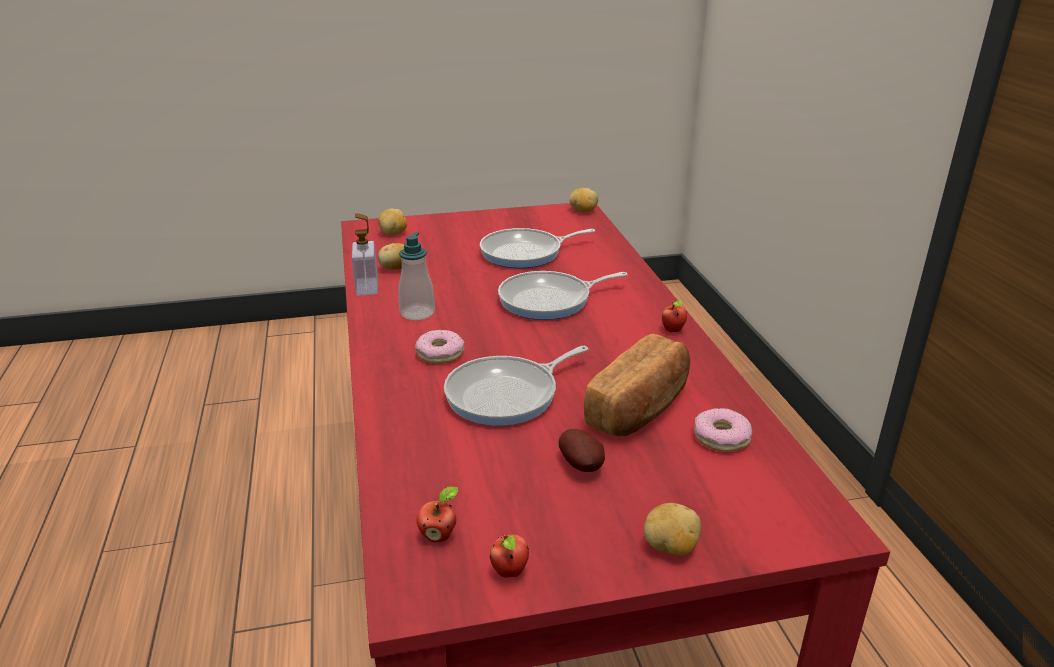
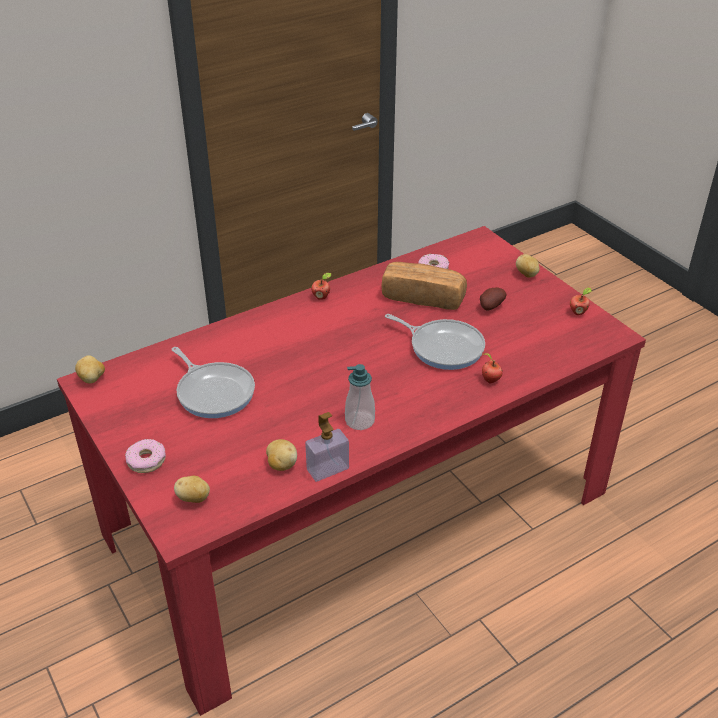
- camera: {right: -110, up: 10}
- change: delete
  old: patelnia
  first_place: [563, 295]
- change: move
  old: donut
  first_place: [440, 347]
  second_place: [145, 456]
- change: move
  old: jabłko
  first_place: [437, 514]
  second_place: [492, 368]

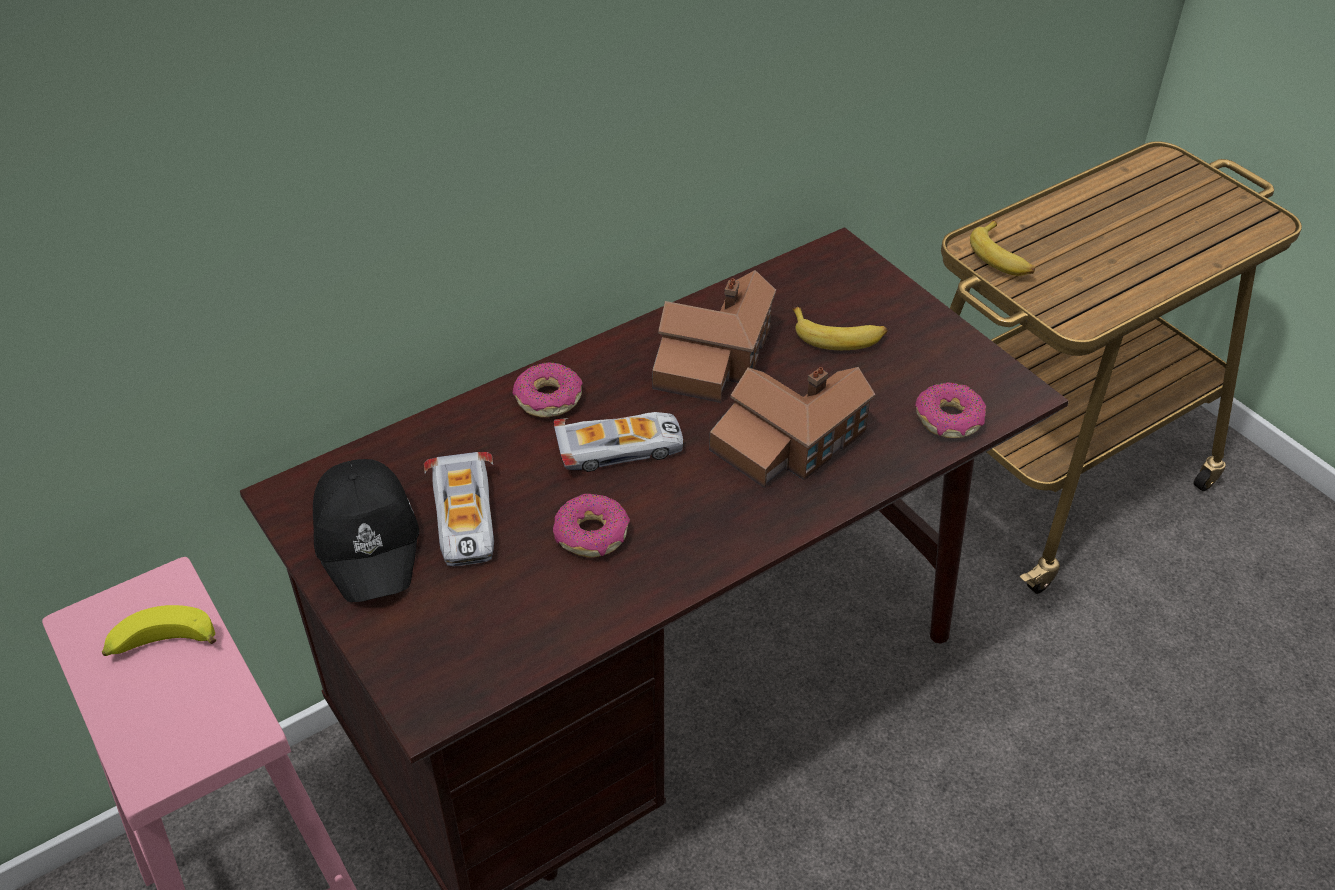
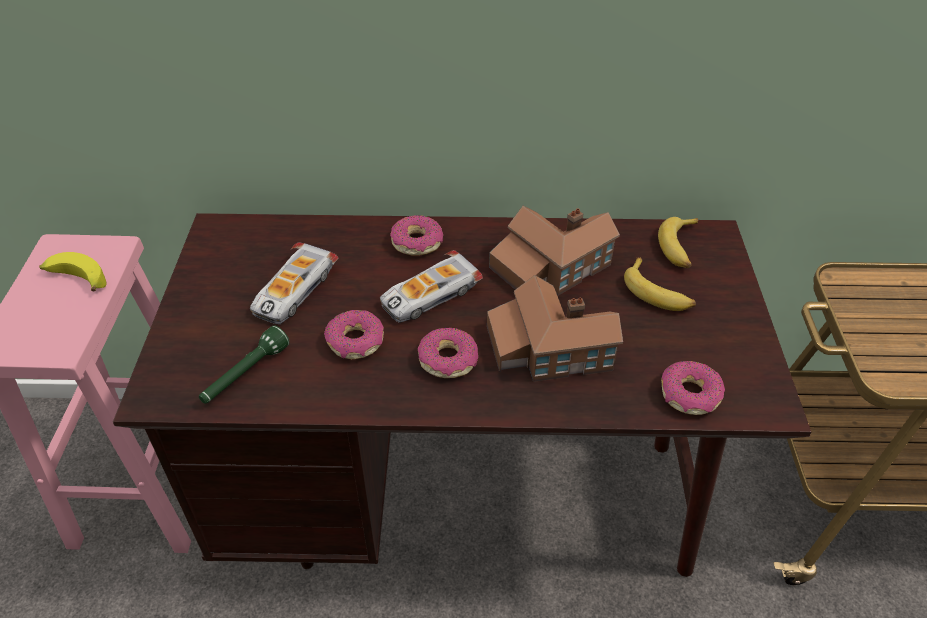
- camera: {right: 35, up: 0}
- change: delete
  old: czapka z daszkiem/czarny
  first_place: [366, 530]
- change: insert
  new: latarka/zielony
  second_place: [244, 364]
- change: insert
  new: donut
  second_place: [448, 353]
- change: move
  old: banan
  first_place: [1002, 248]
  second_place: [678, 242]
- change: rotate
  old: samochodzik
  first_place: [618, 442]
  second_place: [431, 286]
  degrees: 120

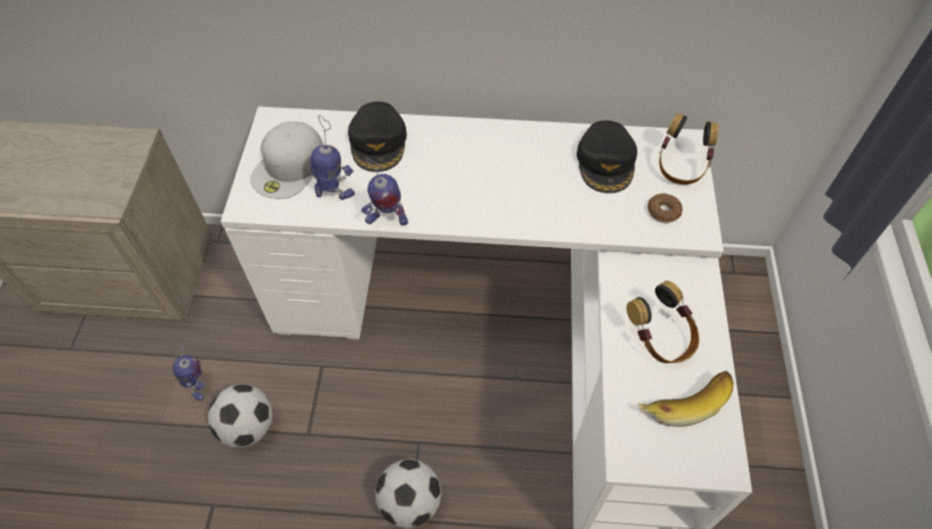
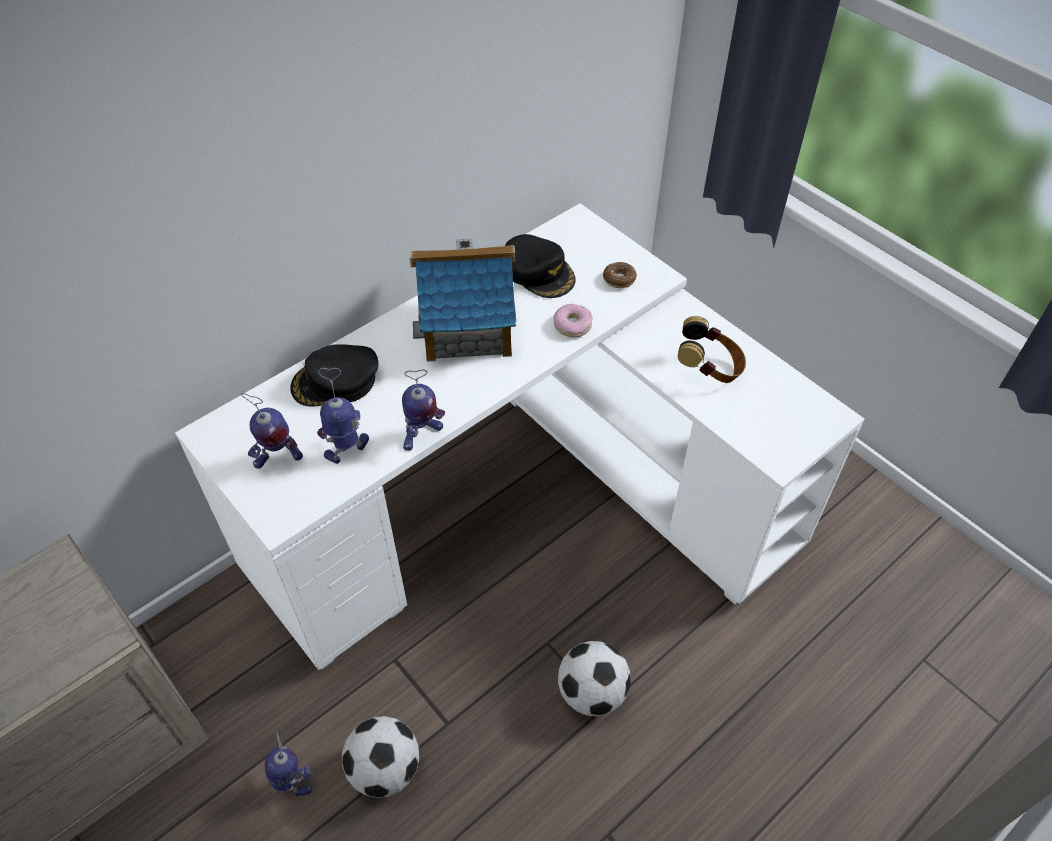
- camera: {right: -45, up: -5}
- change: delete
  old: banan
  first_place: [686, 399]
- change: delete
  old: słuchawki
  first_place: [688, 149]
- change: insert
  new: domek
  second_place: [463, 300]
- change: insert
  new: donut
  second_place: [573, 320]
- change: replace
  old: czapka z daszkiem/biały
  new: robot zabawkowy
  first_place: [286, 160]
  second_place: [272, 431]
- change: rotate
  old: czapka z daszkiem/czarny
  first_place: [377, 136]
  second_place: [334, 375]
  degrees: 120

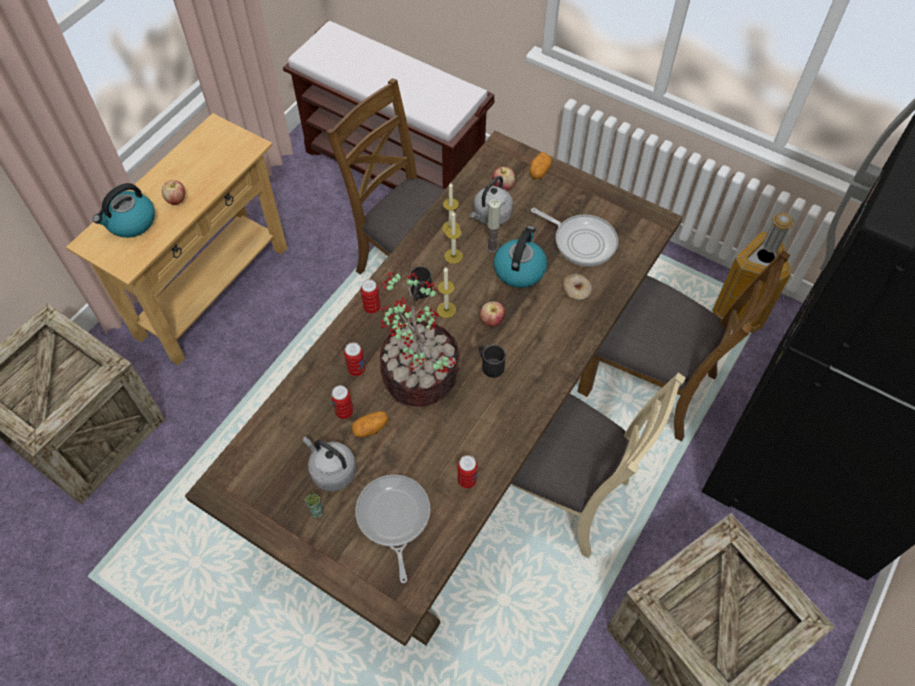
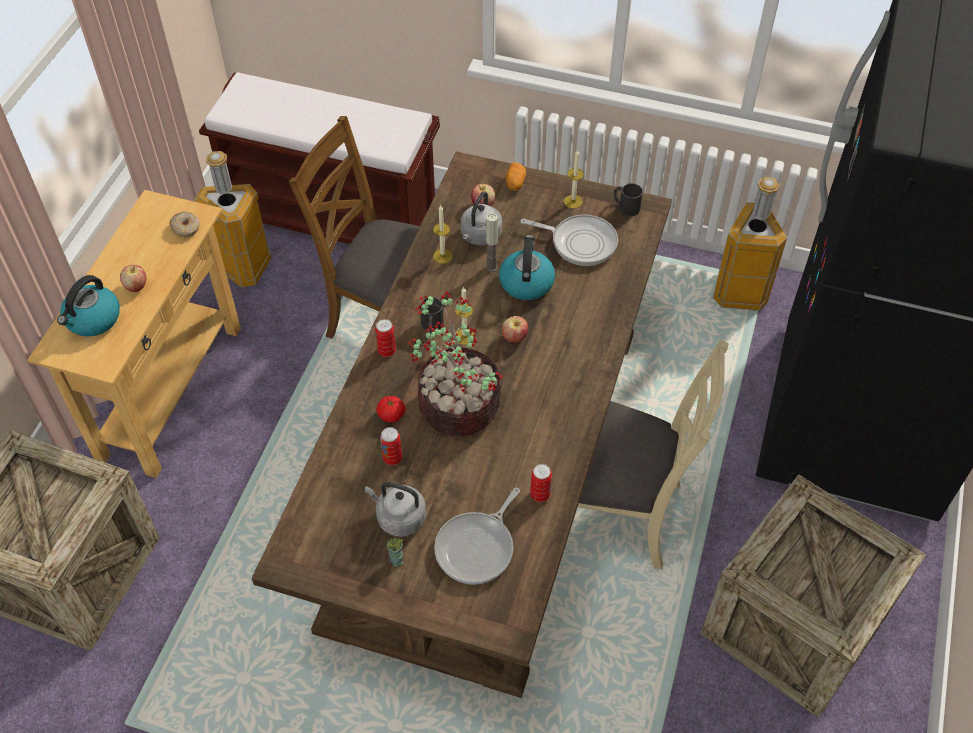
- camera: {right: -15, up: -5}
- change: delete
  old: ziemniak
  first_place: [370, 424]
- change: delete
  old: krzesło/brązowy
  first_place: [683, 346]
- change: insert
  new: kosz na śmieci
  second_place: [232, 219]
- change: move
  old: świeca
  first_place: [453, 237]
  second_place: [574, 179]
- change: move
  old: kubek/czarny
  first_place: [492, 361]
  second_place: [628, 199]
- change: move
  old: donut
  first_place: [577, 287]
  second_place: [184, 224]
- change: replace
  old: puszka
  new: pomidor
  first_place: [354, 359]
  second_place: [390, 409]
- change: rotate
  old: patelnia
  first_place: [392, 529]
  second_place: [477, 536]
  degrees: -120

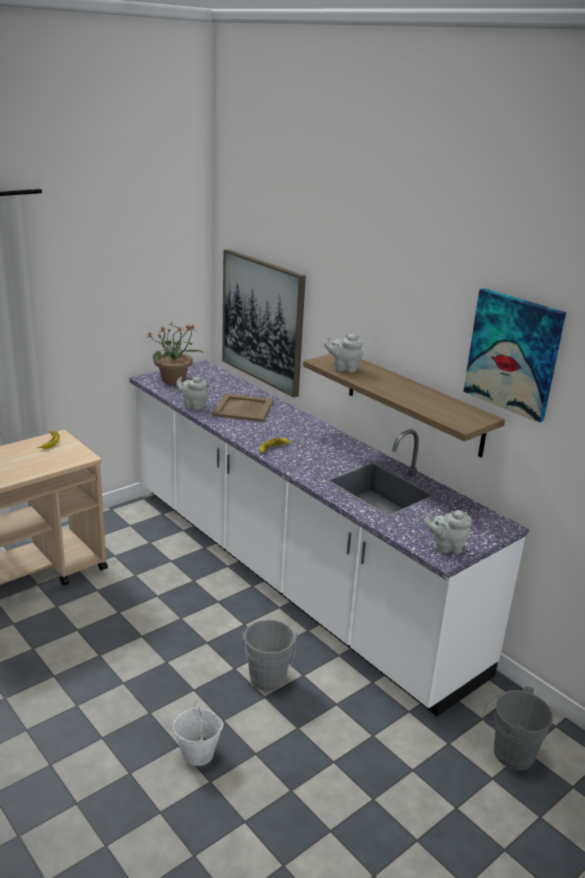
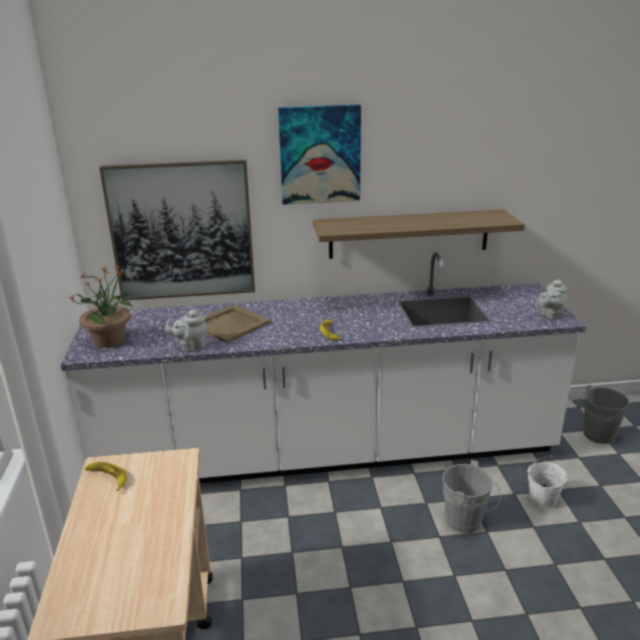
- camera: {right: -55, up: 0}
- change: delete
  old: imbryk/szary
  first_place: [343, 353]
- change: move
  old: wiadro/biały
  first_place: [198, 733]
  second_place: [547, 482]
- change: move
  old: obraz
  first_place: [514, 355]
  second_place: [319, 154]

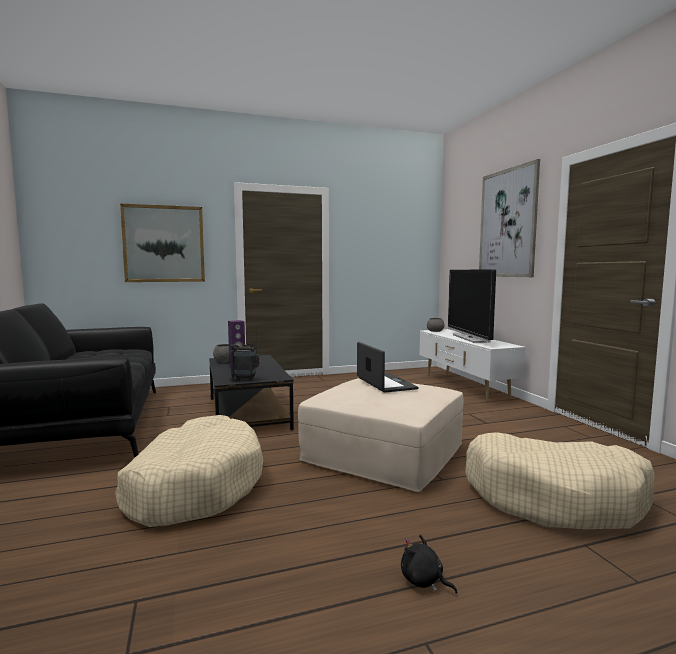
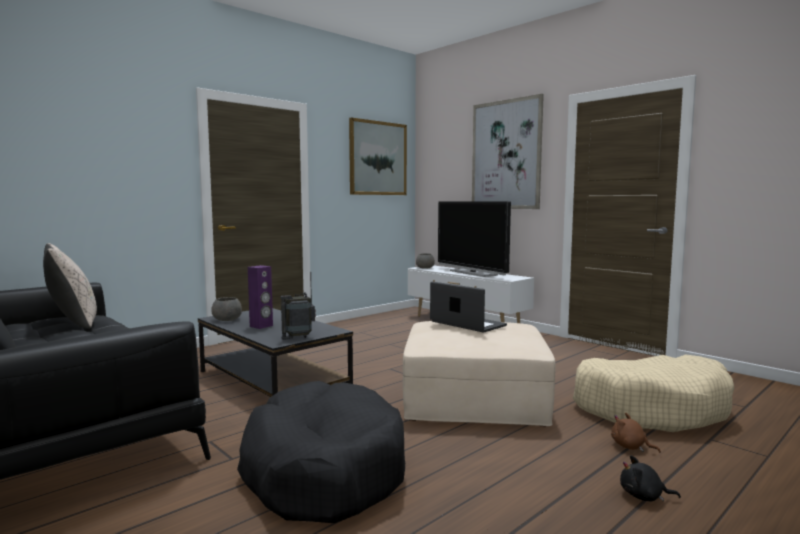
- camera: {right: -25, up: 0}
- change: insert
  new: poduszka/beżowy
  second_place: [70, 286]
- change: insert
  new: pluszak/brązowy
  second_place: [636, 433]
- change: move
  old: obraz
  first_place: [162, 242]
  second_place: [378, 156]
- change: recolor
  old: legowisko/beżowy
  new: legowisko/czarny
  first_place: [189, 471]
  second_place: [321, 452]

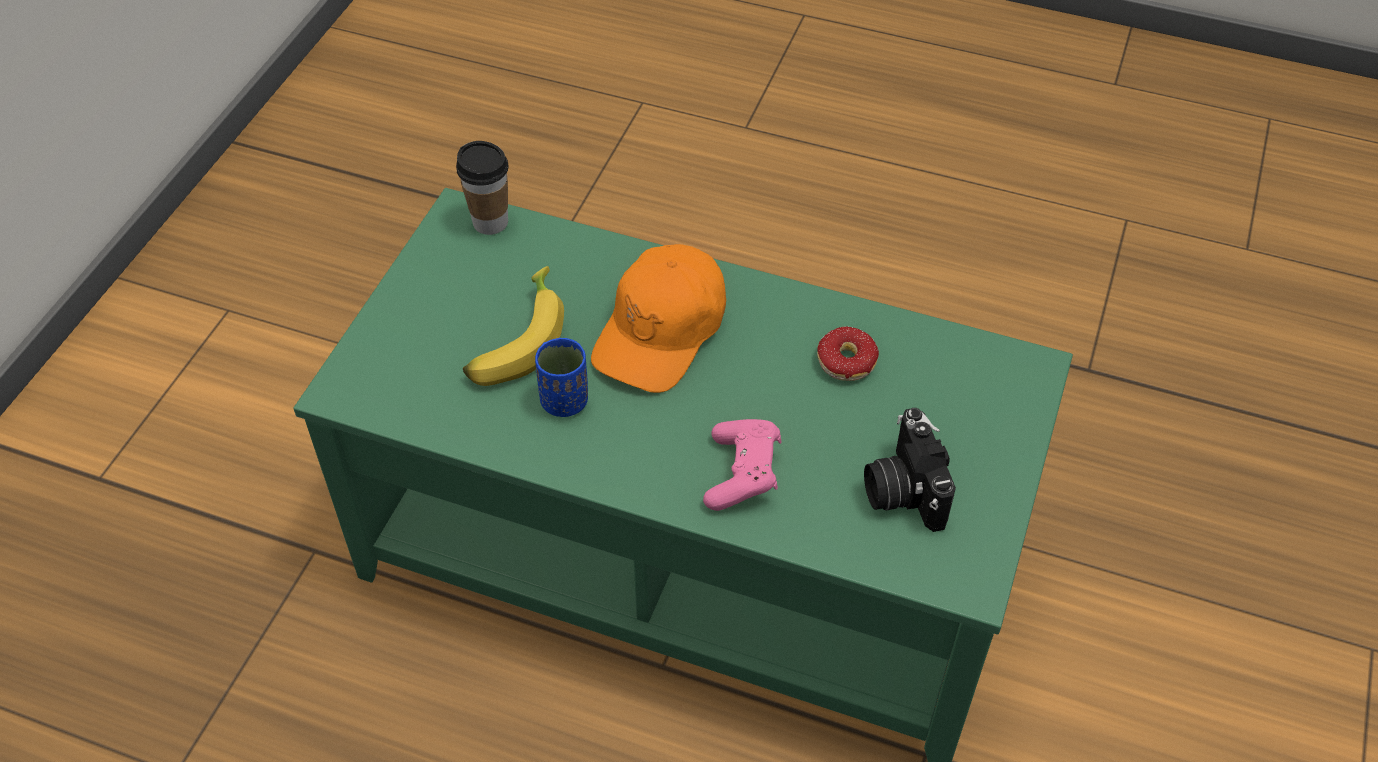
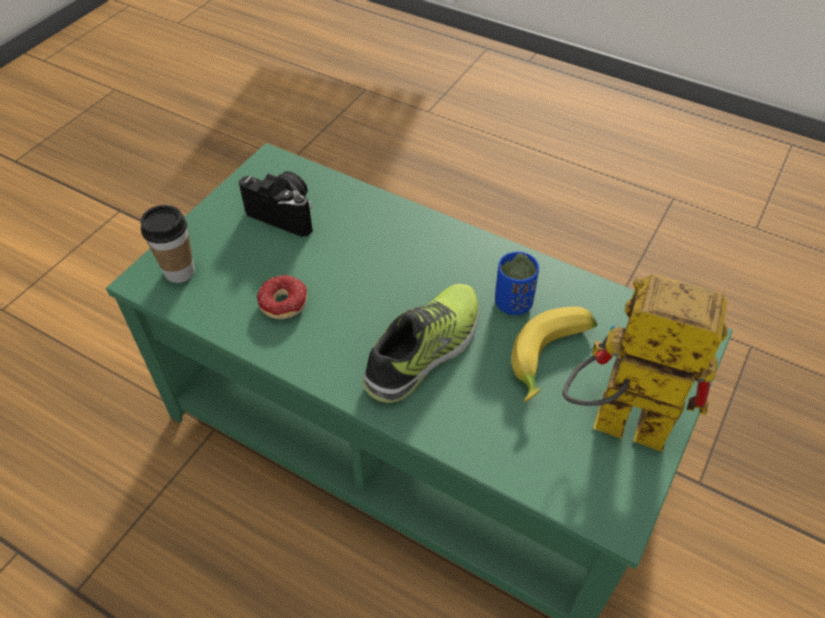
- camera: {right: -170, up: 0}
- change: delete
  old: pad do gier/różowy
  first_place: [742, 465]
- change: insert
  new: robot zabawkowy
  second_place: [645, 363]
- change: move
  old: filiżanka
  first_place: [482, 188]
  second_place: [168, 244]
- change: replace
  old: czapka z daszkiem/pomarańczowy
  new: but
  first_place: [658, 318]
  second_place: [421, 343]
- change: rotate
  old: aparat fotograficzny
  first_place: [910, 470]
  second_place: [275, 204]
  degrees: -60

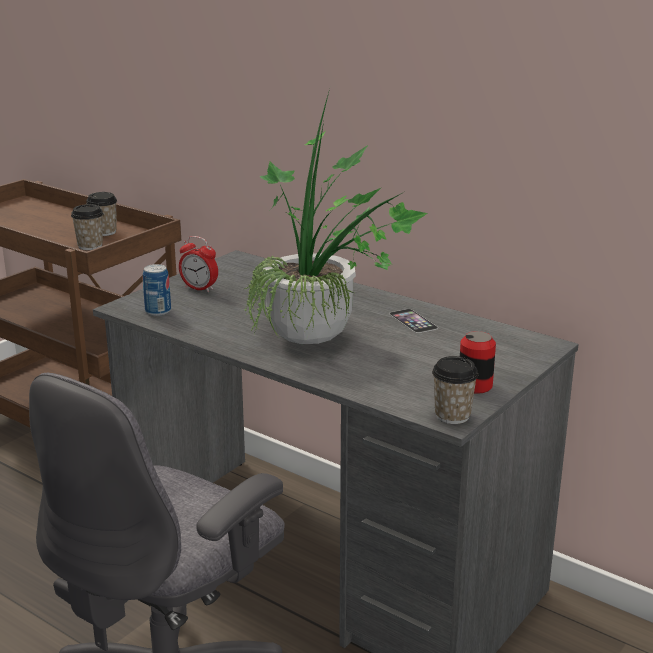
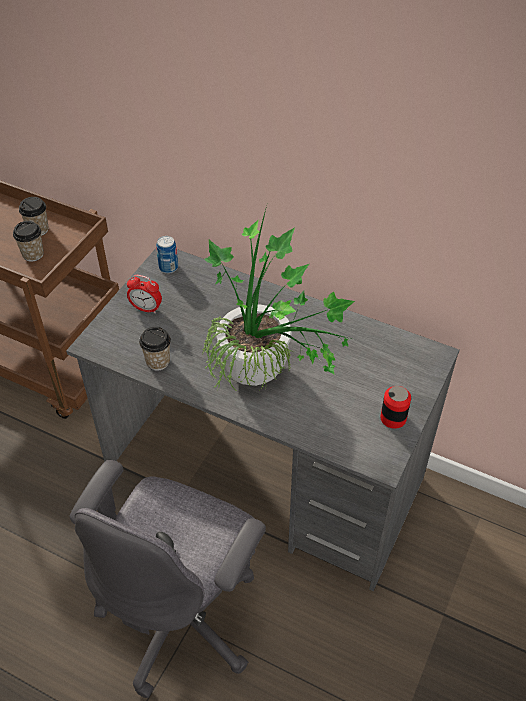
- camera: {right: -10, up: 25}
- change: delete
  old: telefon
  first_place: [413, 321]
- change: move
  old: puszka
  first_place: [157, 290]
  second_place: [167, 254]
- change: move
  old: filiżanka
  first_place: [455, 390]
  second_place: [155, 349]

